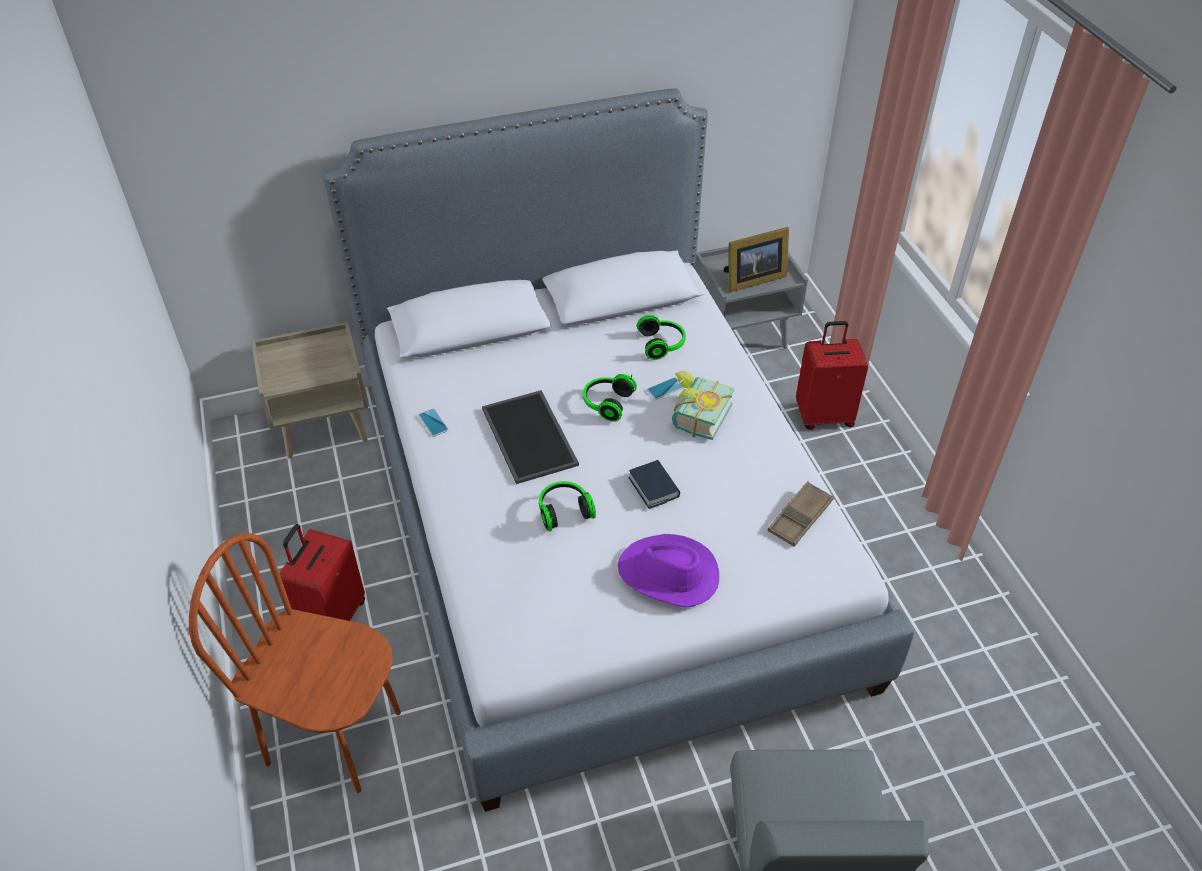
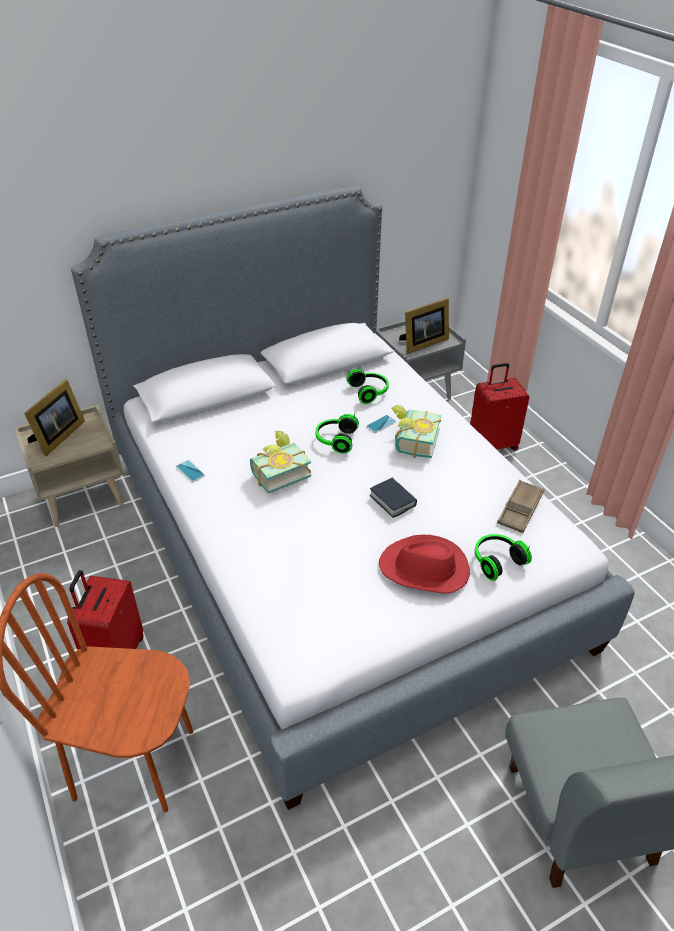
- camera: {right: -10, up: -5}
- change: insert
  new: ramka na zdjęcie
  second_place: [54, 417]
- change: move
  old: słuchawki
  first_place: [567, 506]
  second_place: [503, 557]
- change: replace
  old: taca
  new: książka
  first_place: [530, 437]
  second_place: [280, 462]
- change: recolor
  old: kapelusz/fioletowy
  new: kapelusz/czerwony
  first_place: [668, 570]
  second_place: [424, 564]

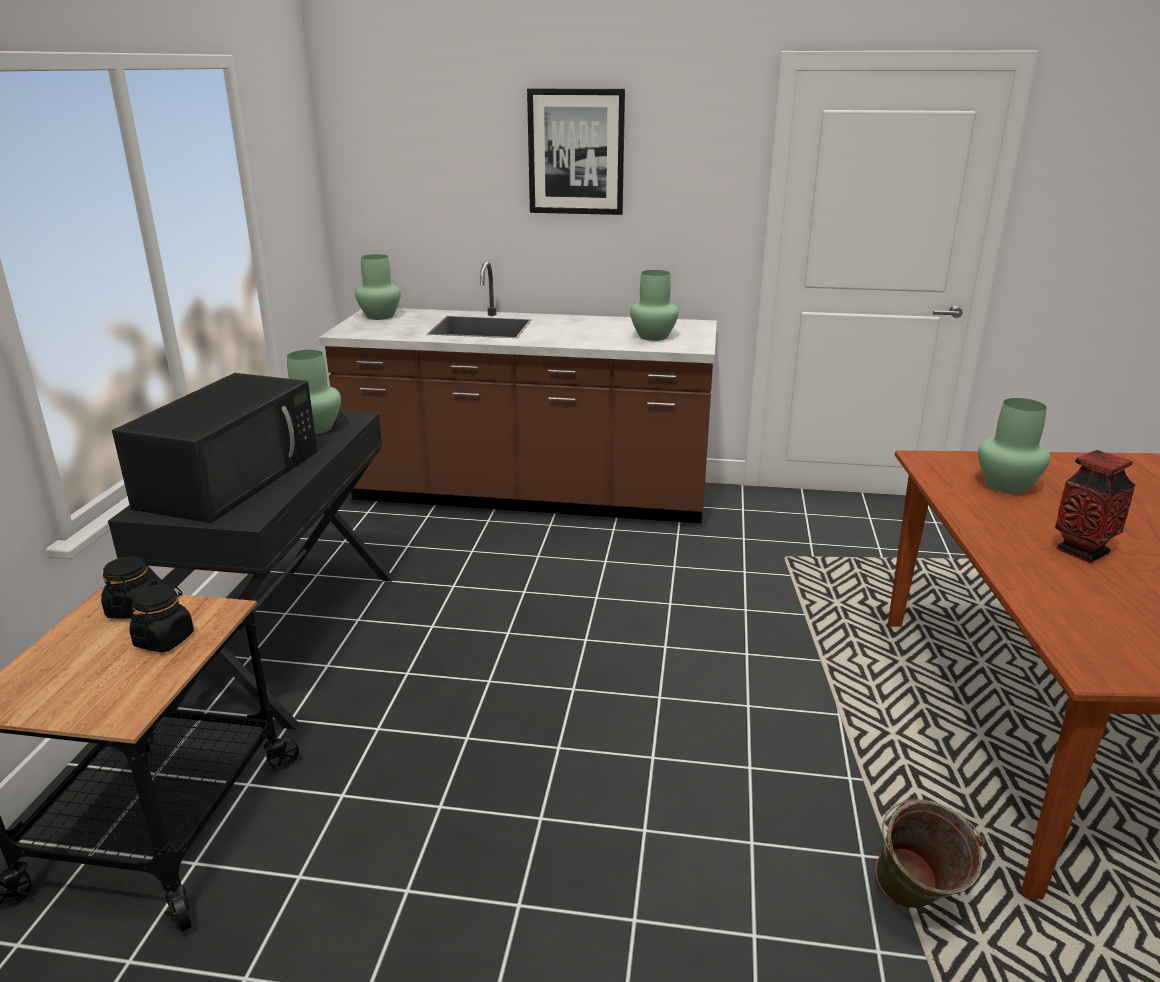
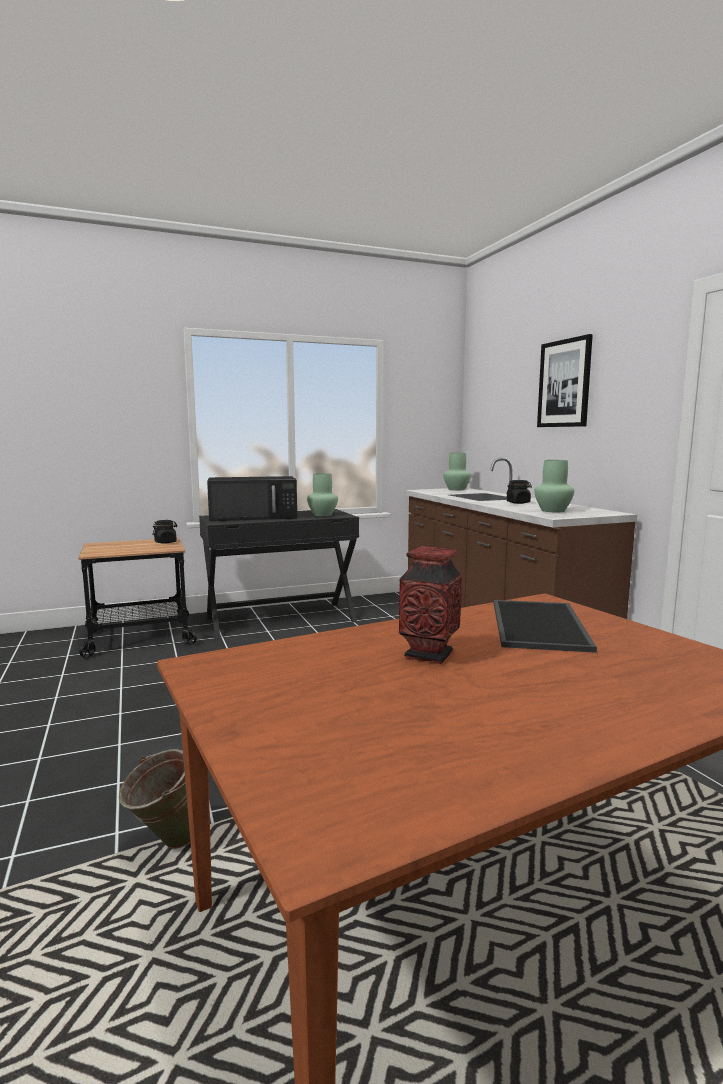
- camera: {right: 60, up: -15}
- change: move
  old: słoik/czarny
  first_place: [162, 618]
  second_place: [519, 492]
- change: replace
  old: wazon/zielony
  new: taca
  first_place: [1014, 446]
  second_place: [545, 626]

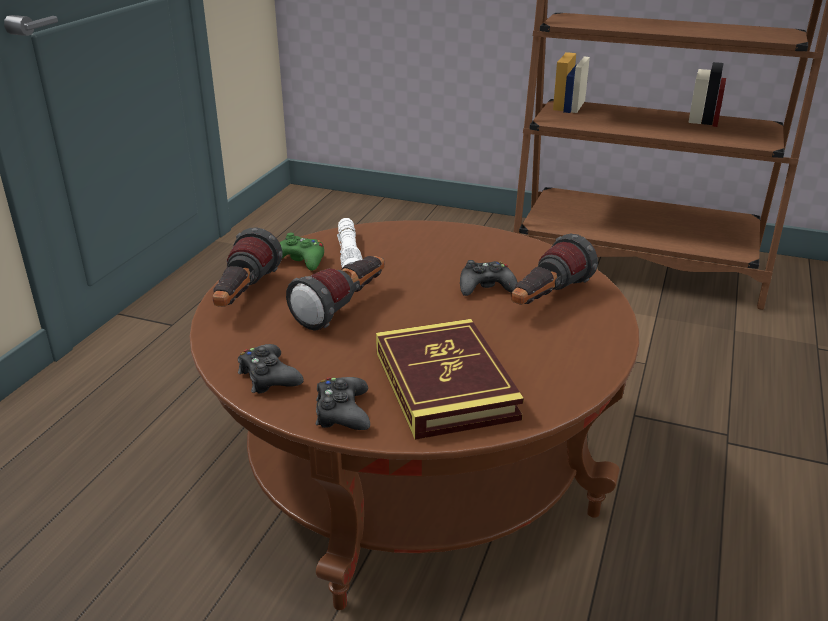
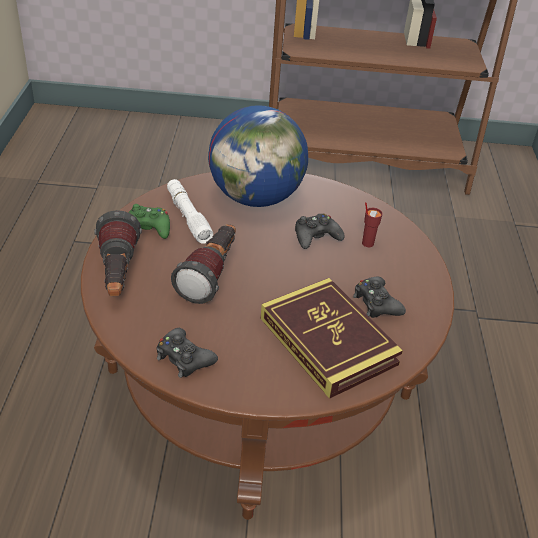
- camera: {right: -20, up: 10}
- change: insert
  new: globus
  second_place: [258, 156]
- change: move
  old: pad do gier/czarny
  first_place: [342, 403]
  second_place: [379, 297]
- change: replace
  old: latarka
  new: filiżanka/czerwony
  first_place: [554, 269]
  second_place: [372, 224]

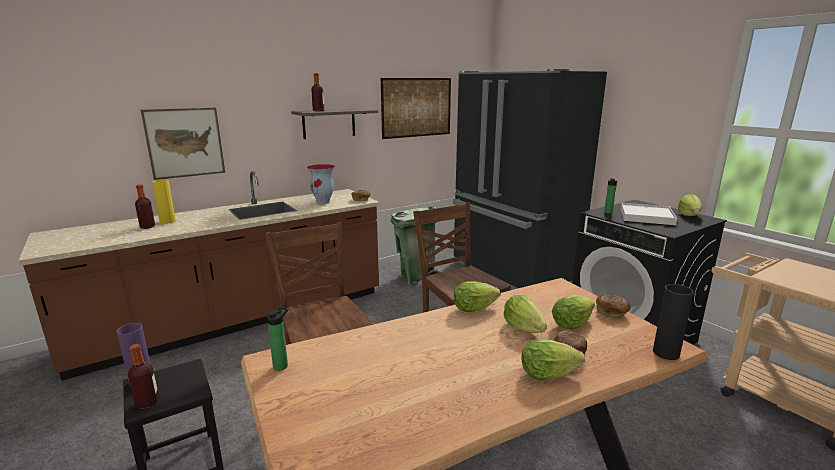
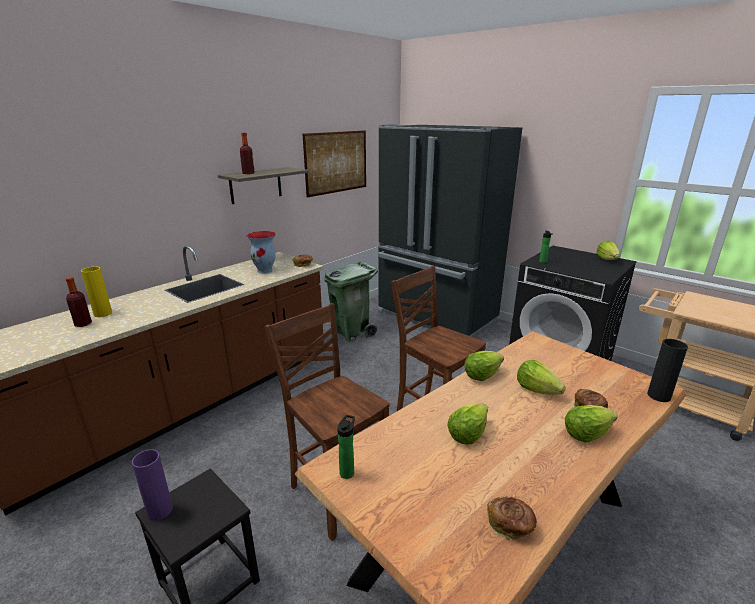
- camera: {right: -15, up: 5}
- change: delete
  old: butelka
  first_place: [143, 376]
- change: delete
  old: obraz
  first_place: [183, 144]
- change: delete
  old: taca/biały
  first_place: [649, 214]
- change: move
  old: sałata
  first_place: [573, 312]
  second_place: [468, 423]
- change: move
  old: chleb
  first_place: [613, 306]
  second_place: [512, 518]

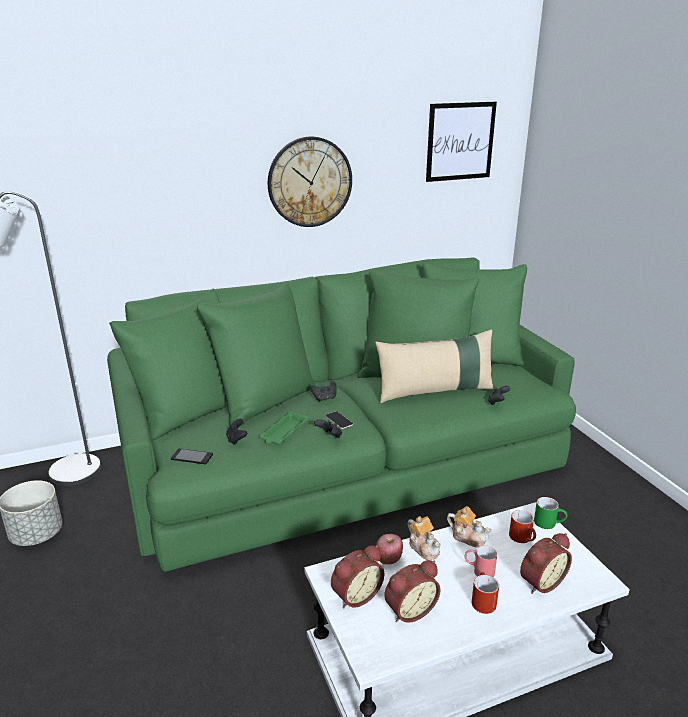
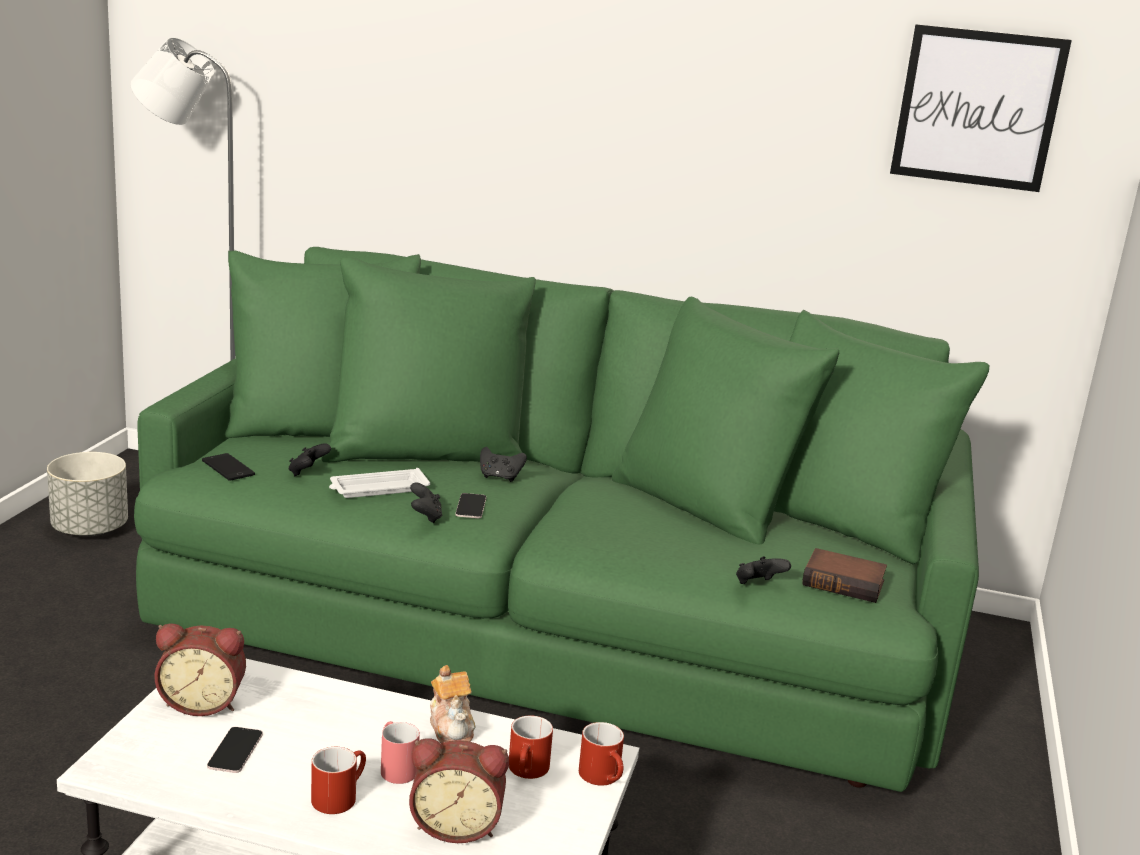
- camera: {right: 35, up: -5}
- change: delete
  old: zegar ścienny
  first_place: [310, 182]
- change: delete
  old: poduszka/beżowy
  first_place: [434, 366]
- change: delete
  old: jabłko
  first_place: [389, 549]
- change: delete
  old: imbryk
  first_place: [424, 538]
- change: insert
  new: książka
  second_place: [844, 575]
- change: replace
  old: budzik
  new: telefon
  first_place: [412, 591]
  second_place: [235, 750]
- change: recolor
  old: taca/zielony
  new: taca/biały
  first_place: [284, 428]
  second_place: [379, 483]
- change: recolor
  old: kubek/zielony
  new: kubek/czerwony
  first_place: [550, 513]
  second_place: [601, 754]

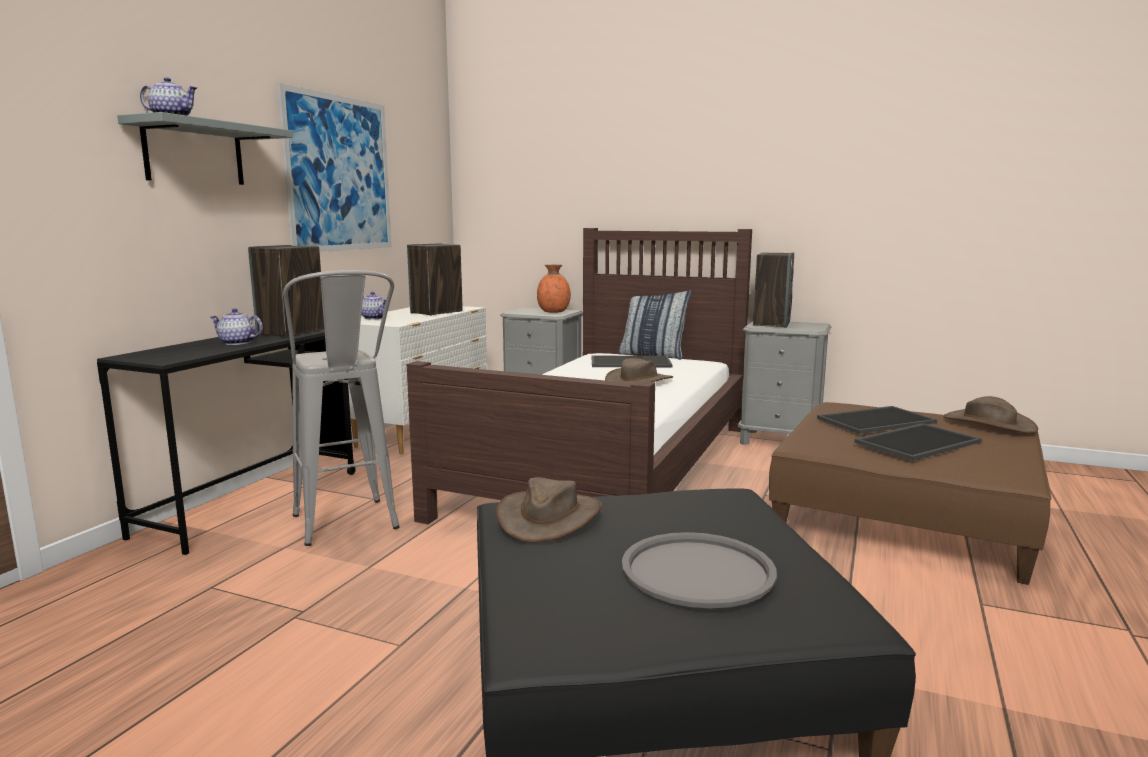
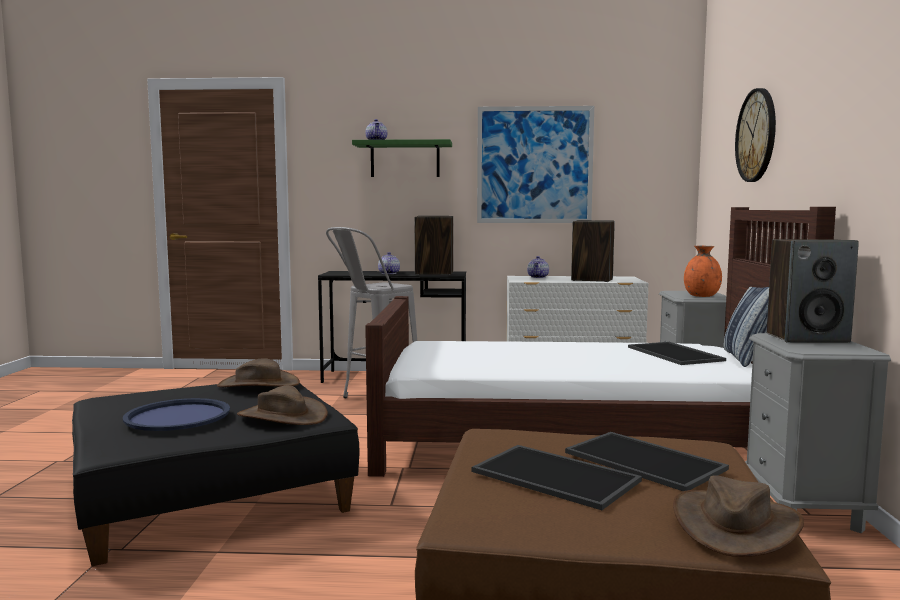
- camera: {right: 70, up: -5}
- change: insert
  new: zegar ścienny
  second_place: [755, 135]
- change: move
  old: kapelusz/brązowy
  first_place: [639, 370]
  second_place: [282, 405]
- change: recolor
  old: półka/szary
  new: półka/zielony
  first_place: [205, 148]
  second_place: [402, 158]
- change: recolor
  old: taca/szary
  new: taca/niebieski
  first_place: [699, 570]
  second_place: [176, 414]

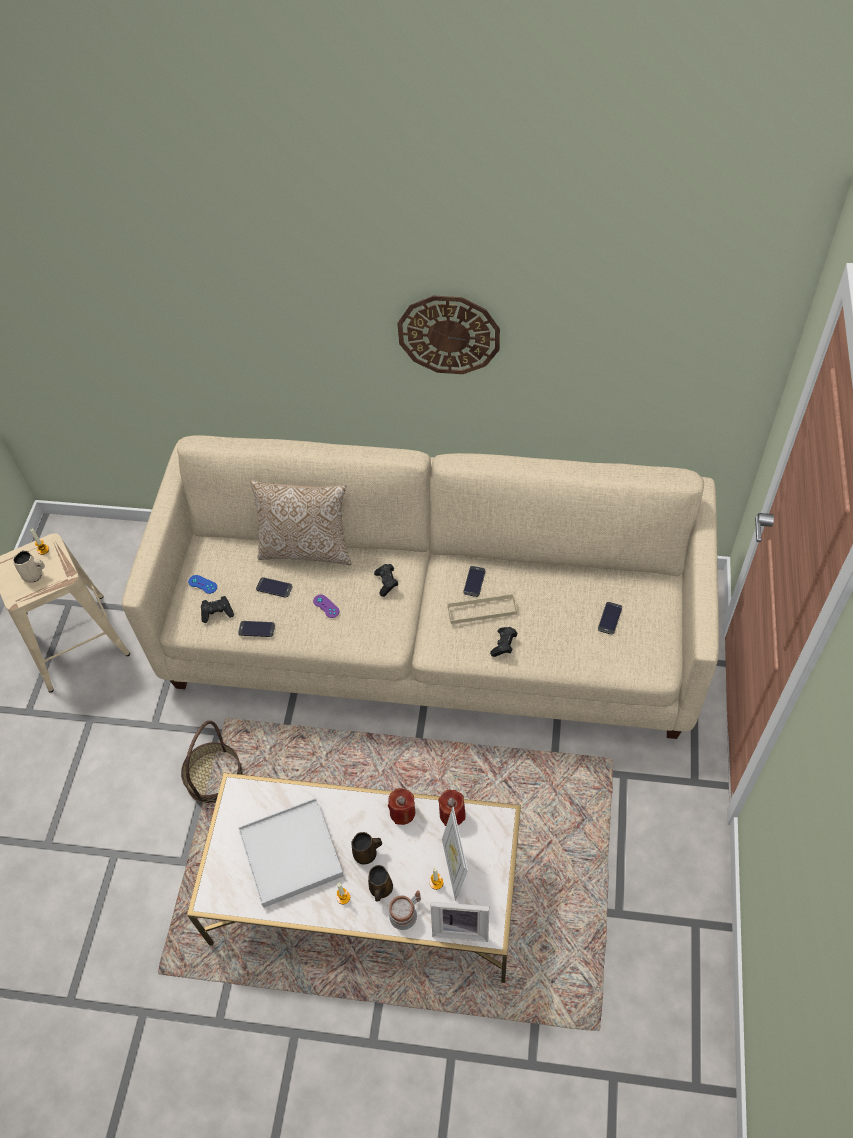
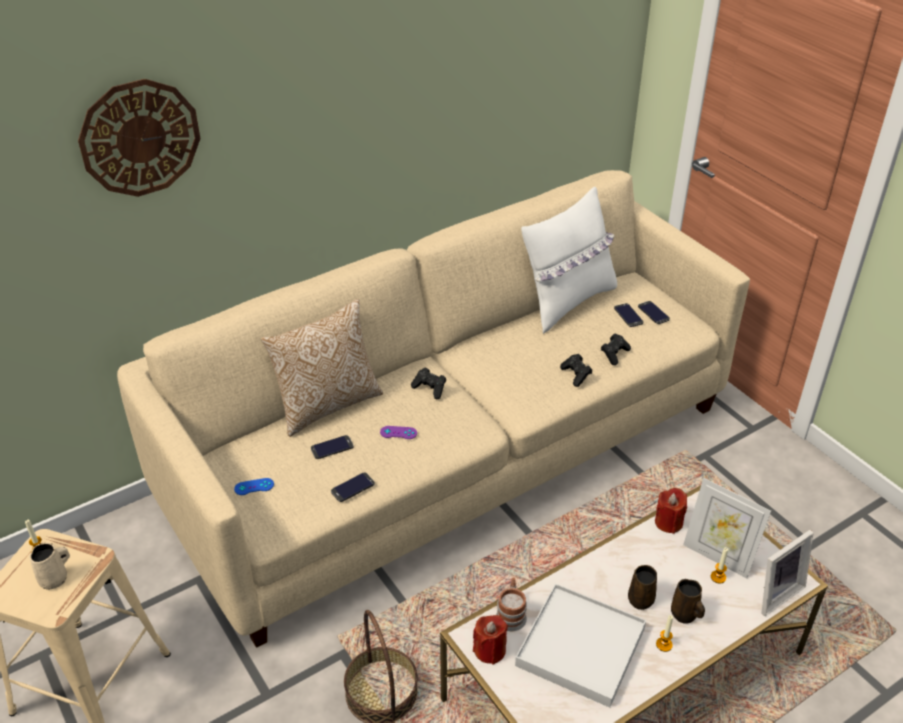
- camera: {right: -45, up: -15}
- change: delete
  old: taca/beżowy
  first_place: [482, 609]
- change: insert
  new: poduszka/biały
  second_place: [569, 260]
- change: move
  old: pad do gier/czarny
  first_place: [217, 609]
  second_place: [616, 349]
- change: move
  old: świeca/czerwony
  first_place: [401, 806]
  second_place: [490, 640]
- change: move
  old: kubek
  first_place: [405, 910]
  second_place: [511, 604]
- change: move
  old: zegar ścienny
  first_place: [448, 335]
  second_place: [139, 138]
- change: move
  old: telefon
  first_place: [475, 581]
  second_place: [654, 312]

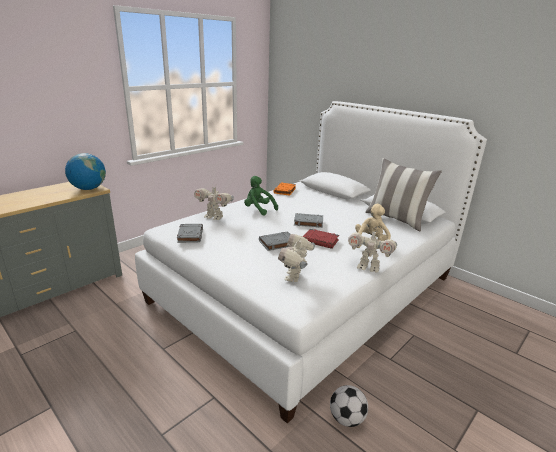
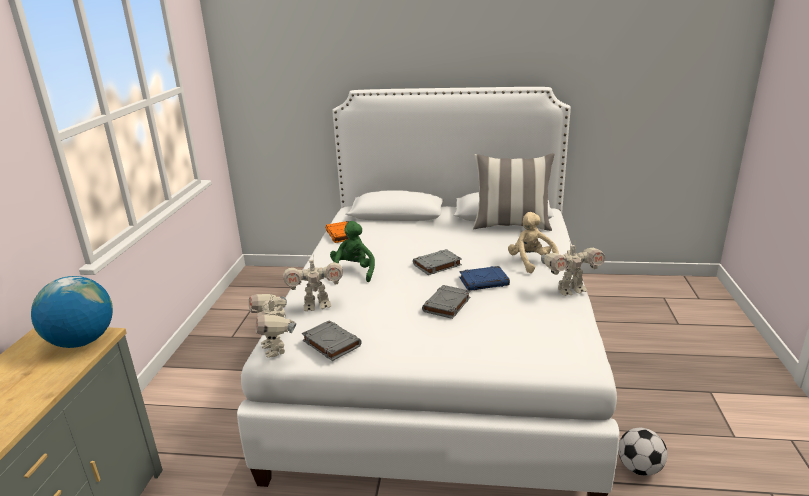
- camera: {right: -35, up: 0}
- change: move
  old: robot zabawkowy
  first_place: [296, 258]
  second_place: [272, 325]
- change: recolor
  old: książka/czerwony
  new: książka/niebieski
  first_place: [321, 239]
  second_place: [484, 278]
- change: rotate
  old: pluszak/zielony
  first_place: [261, 196]
  second_place: [352, 251]
  degrees: 90

